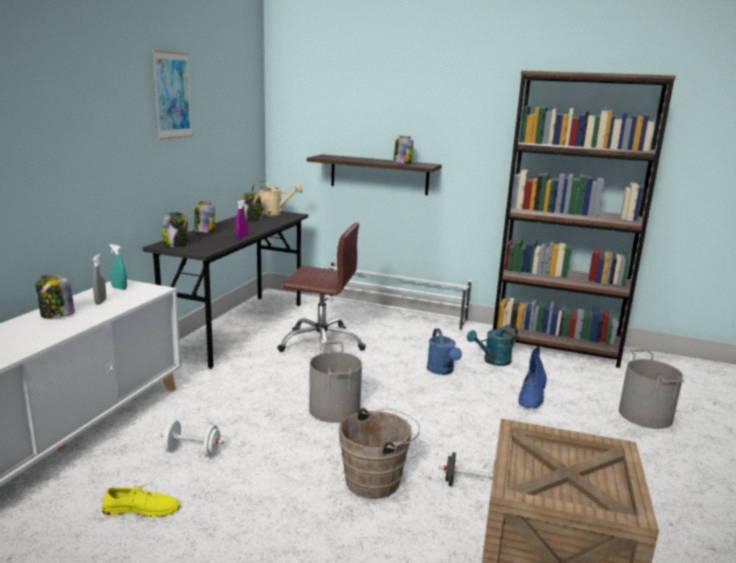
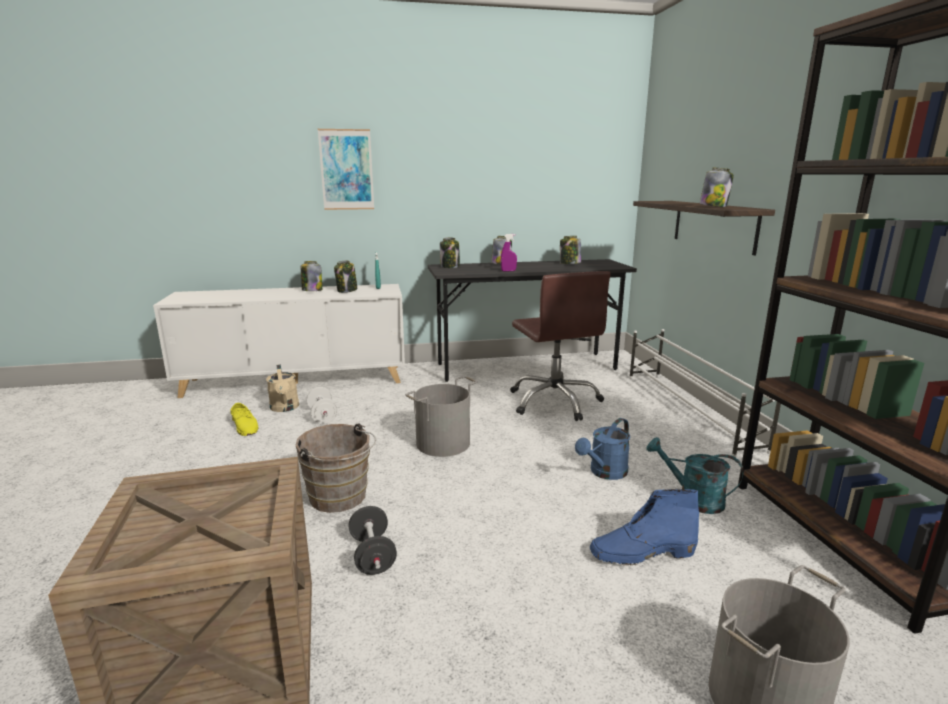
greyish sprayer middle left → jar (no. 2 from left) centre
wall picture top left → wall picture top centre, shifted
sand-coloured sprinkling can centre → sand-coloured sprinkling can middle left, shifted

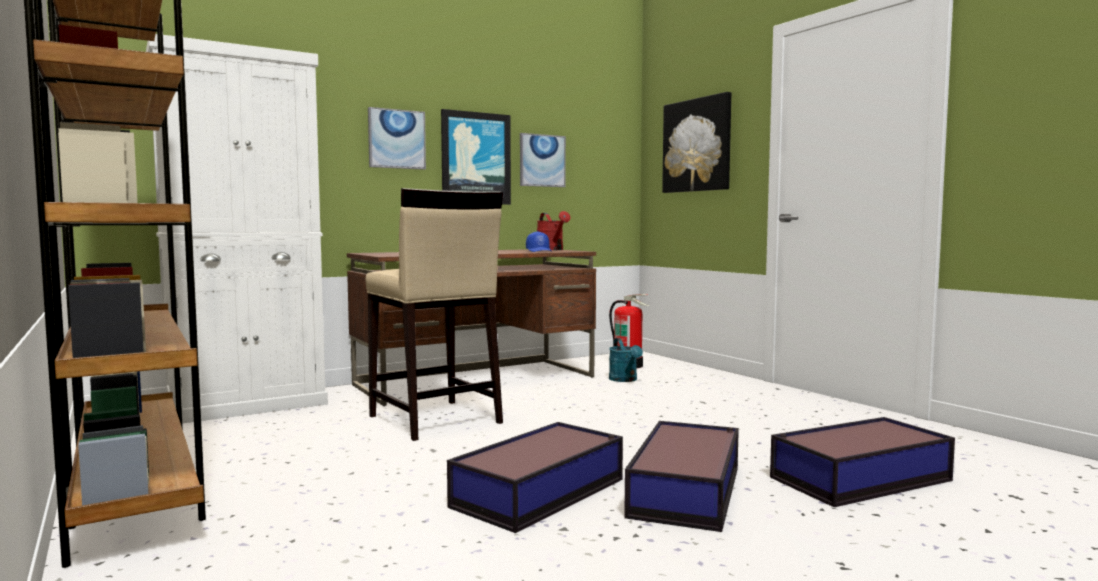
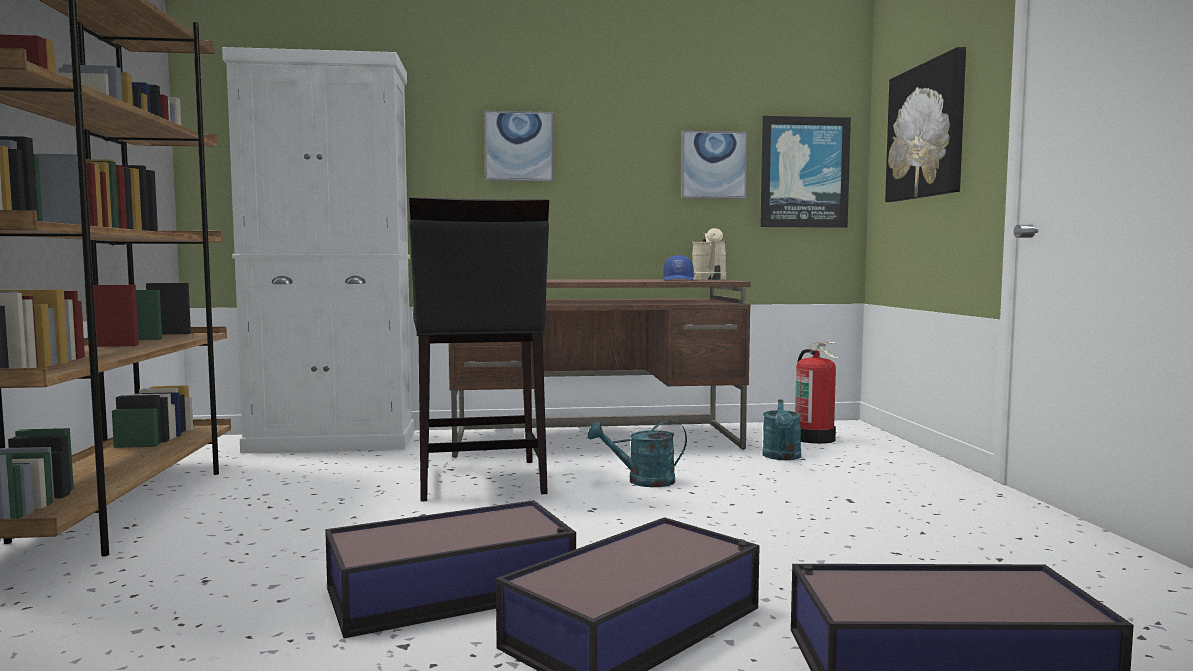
sand-coloured stool centre → blackish stool centre
wall picture (no. 2 from left in the first image) top centre → wall picture (no. 3 from left) top right, shifted
red sprinkling can centre → sand-coloured sprinkling can centre
- → turquoise sprinkling can (no. 1 from left) bottom centre

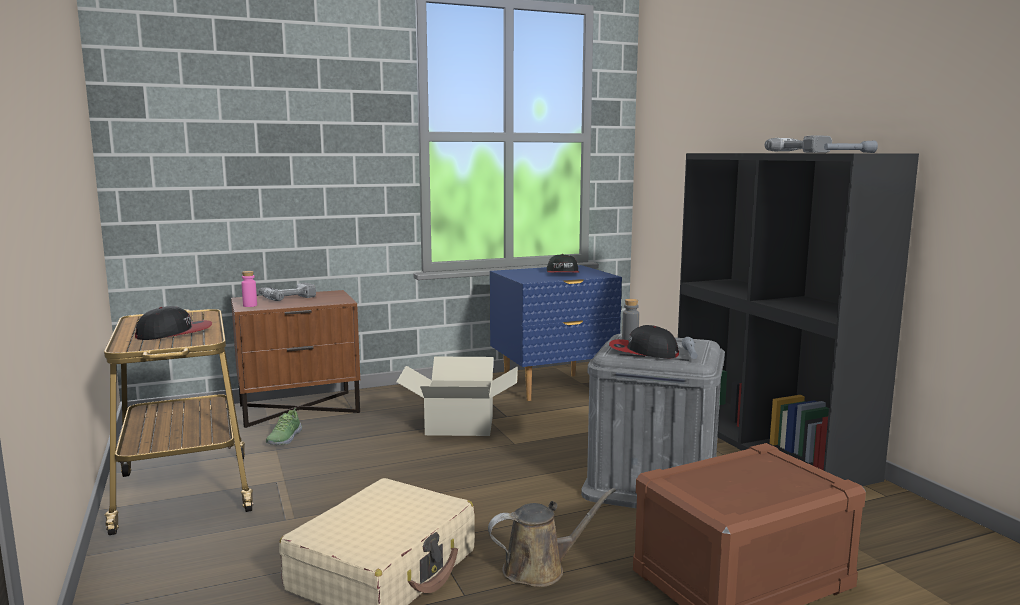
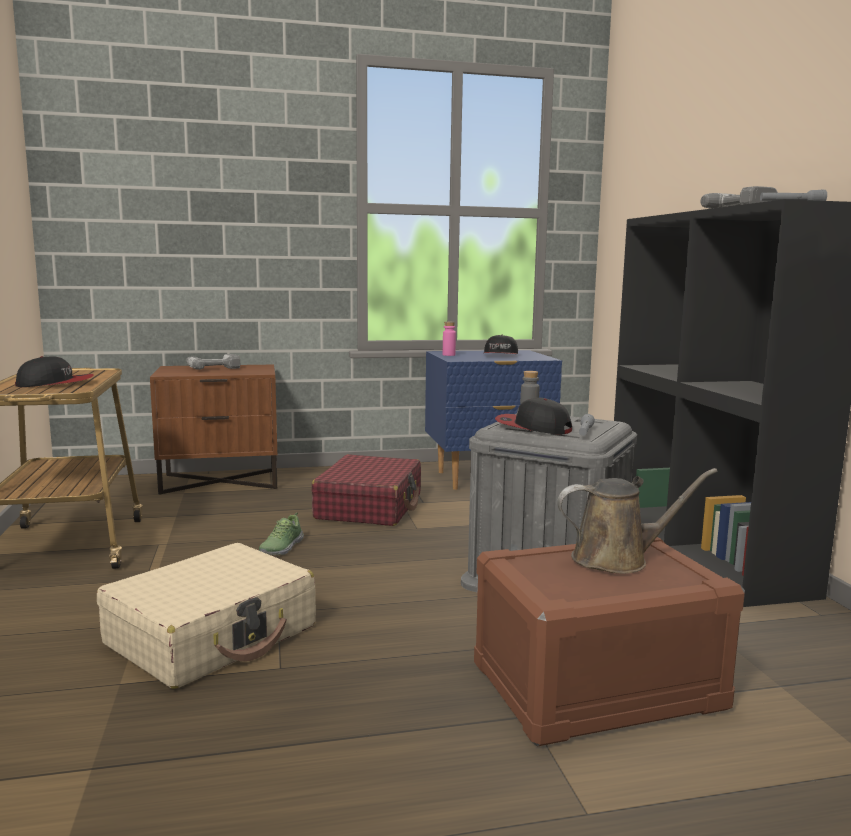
pink bottle middle left → pink bottle centre, shifted
item of footwear bottom left → item of footwear middle left, shifted
cardboard box centre → red piece of luggage centre
brownish sprinkling can bottom centre → brownish sprinkling can middle right, shifted

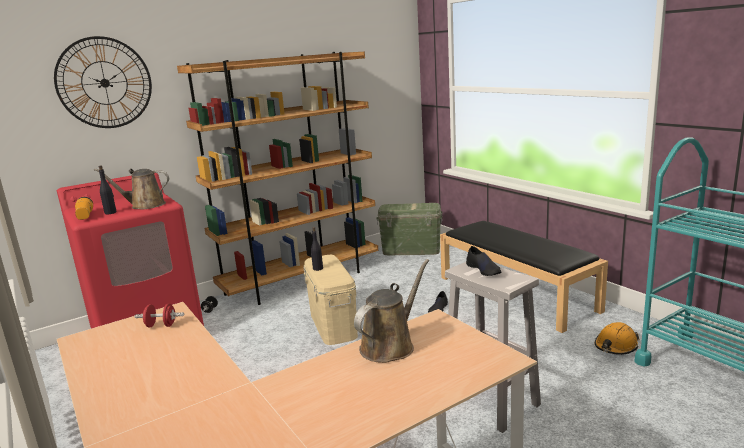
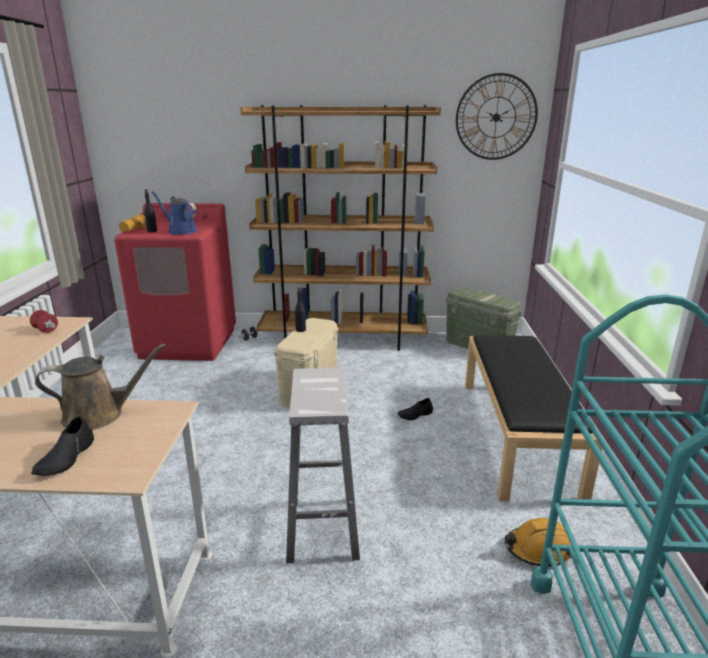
clock on the wall top left → clock on the wall top right, shifted
brownish sprinkling can (no. 1 from left) middle left → blue sprinkling can top left
blackish item of footwear (no. 2 from left in the first image) centre → blackish item of footwear (no. 1 from left) bottom left, shifted

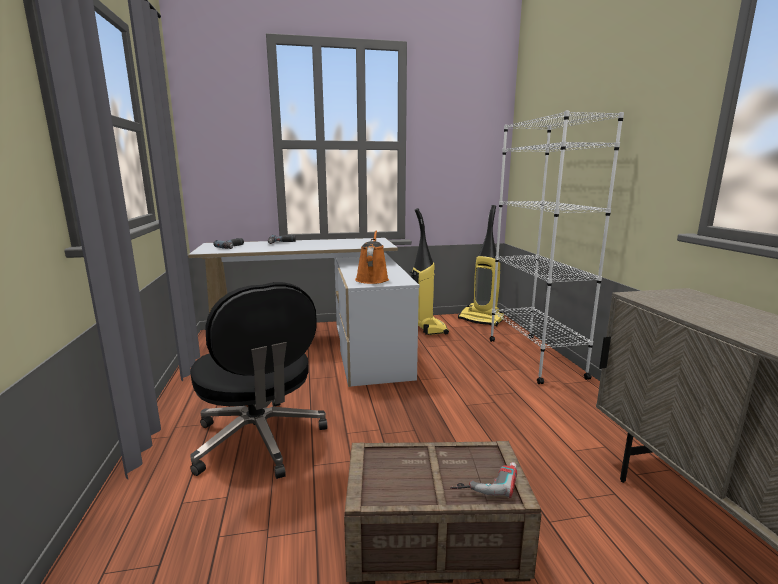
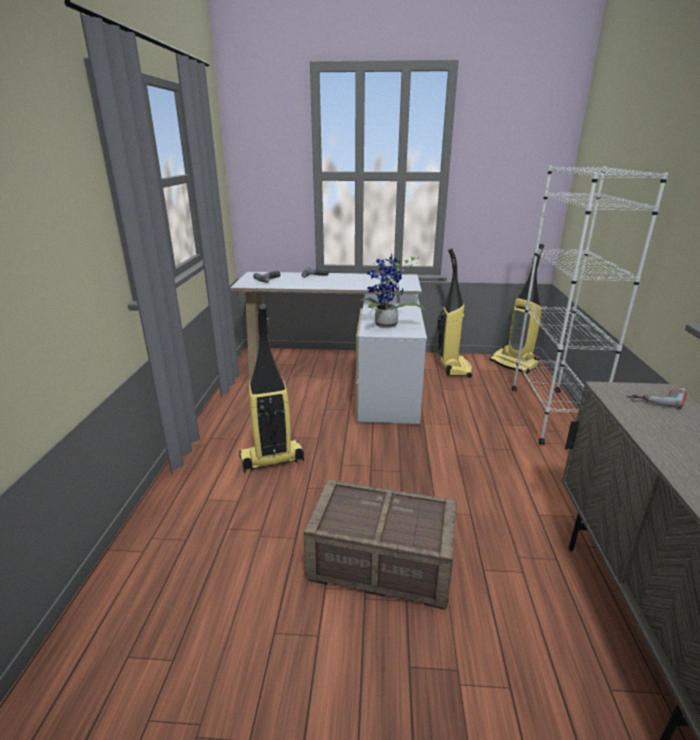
blackish office chair middle left → vacuum (no. 1 from left) centre
orange sprinkling can centre → plant in a pot centre
power drill (no. 3 from left) bottom centre → power drill (no. 3 from left) middle right, shifted

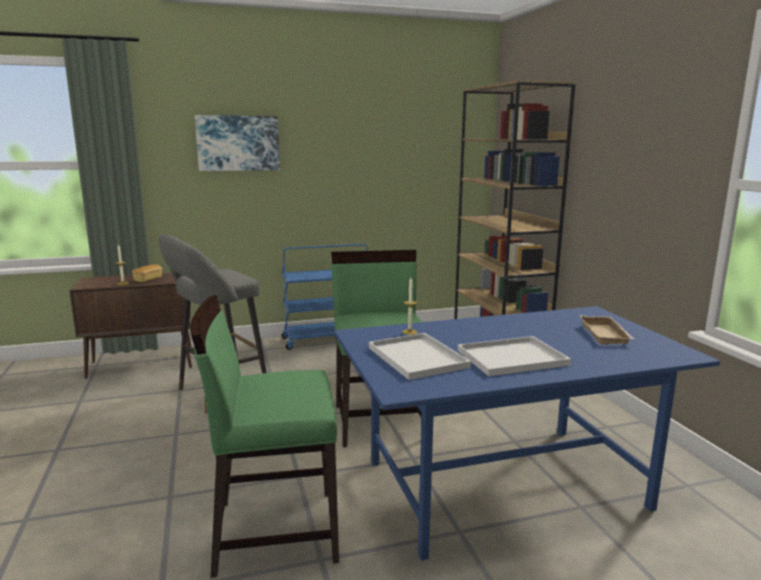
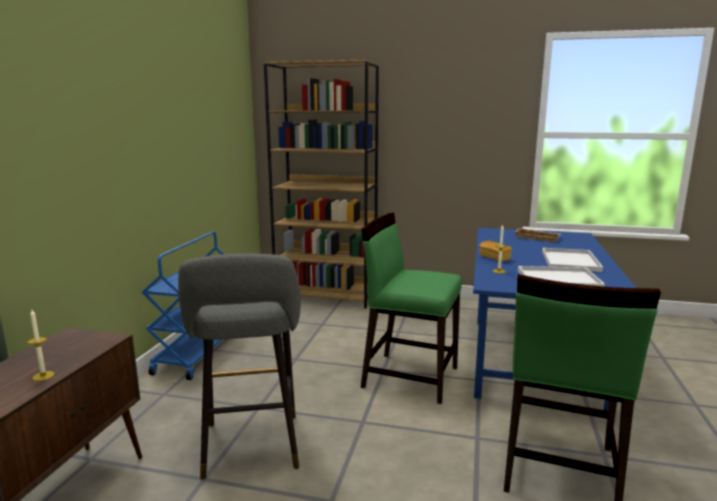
bakery bread middle left → bakery bread middle right, shifted
wall picture top left → -

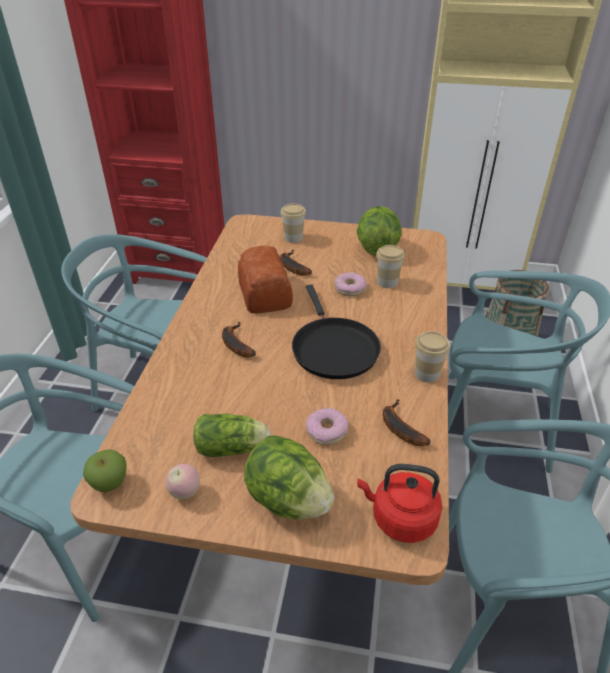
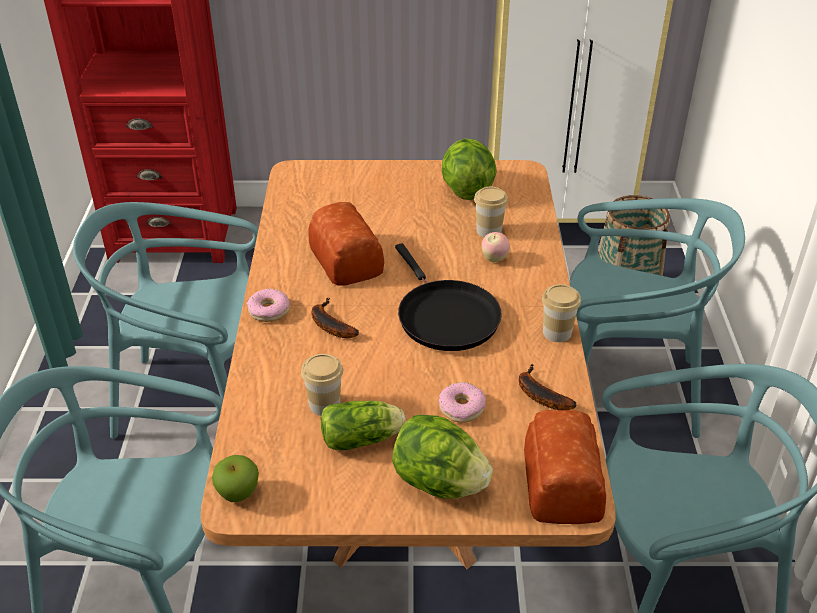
apple fruit (no. 2 from left) bottom left → apple fruit (no. 2 from left) centre, shifted
cup (no. 1 from left) top centre → cup (no. 1 from left) centre, shifted
banana fruit (no. 2 from left) centre → -
ring doughnut (no. 2 from left in the first image) centre → ring doughnut (no. 1 from left) middle left, shifted
red water kettle bottom centre → bakery bread (no. 2 from left) bottom right

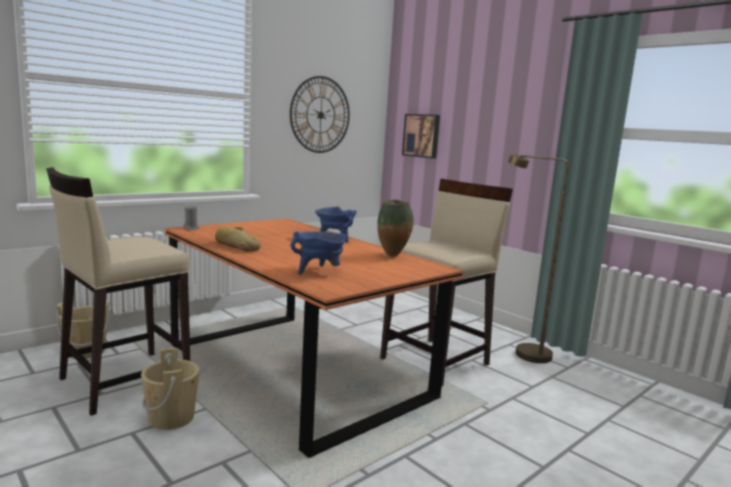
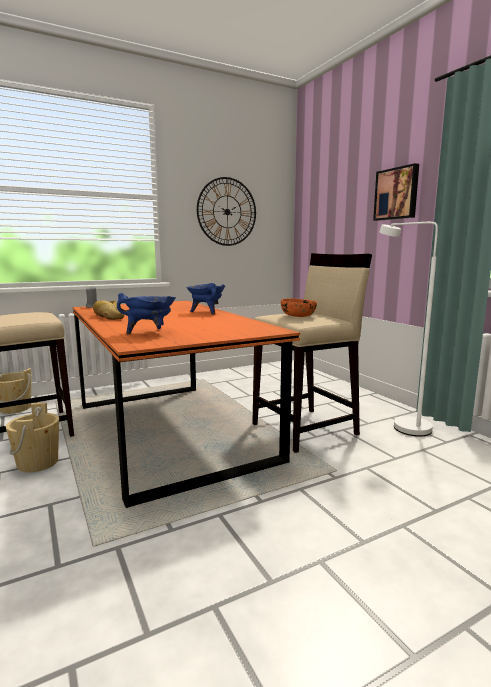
decorative vase centre → -
wall picture top centre → wall picture top right, shifted
brownish standard lamp middle right → white-coloured standard lamp middle right
- → orange serving bowl centre

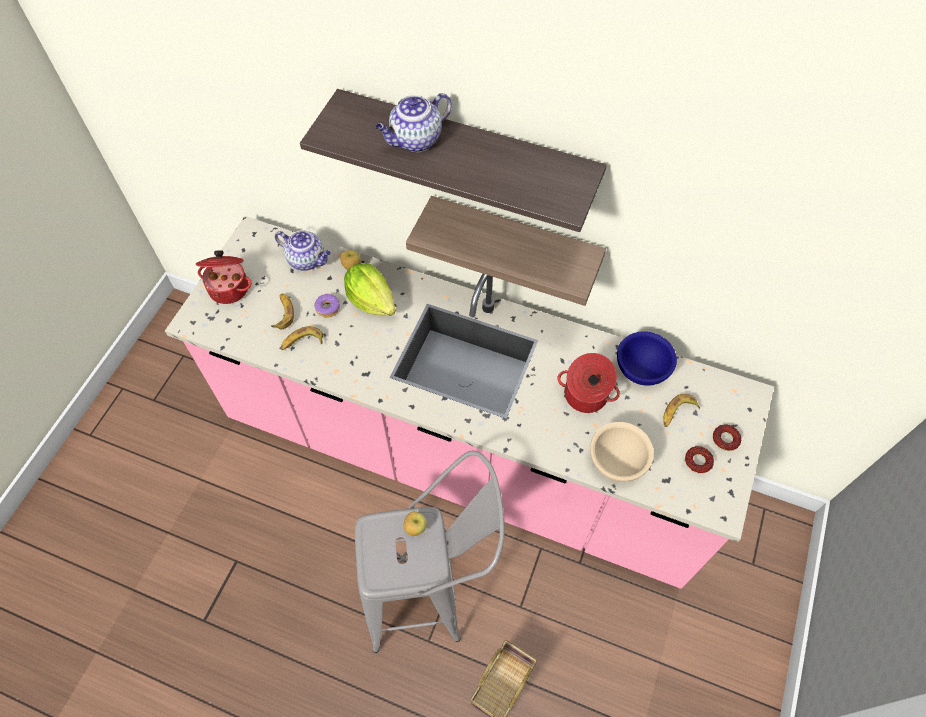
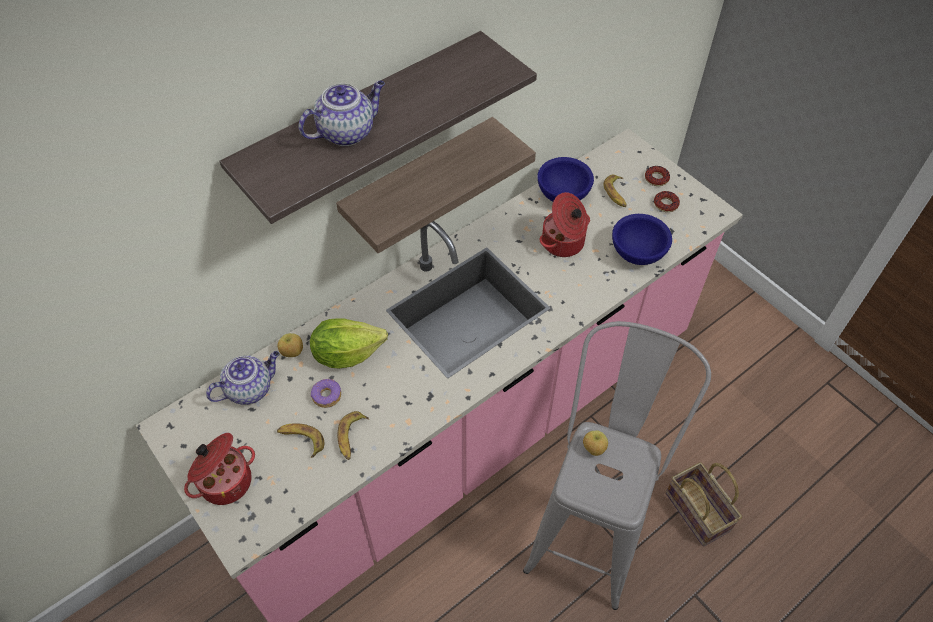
teapot (no. 2 from left) top centre, 120 degrees counterclockwise
sand-coloured serving bowl middle right → blue serving bowl (no. 2 from left) middle right

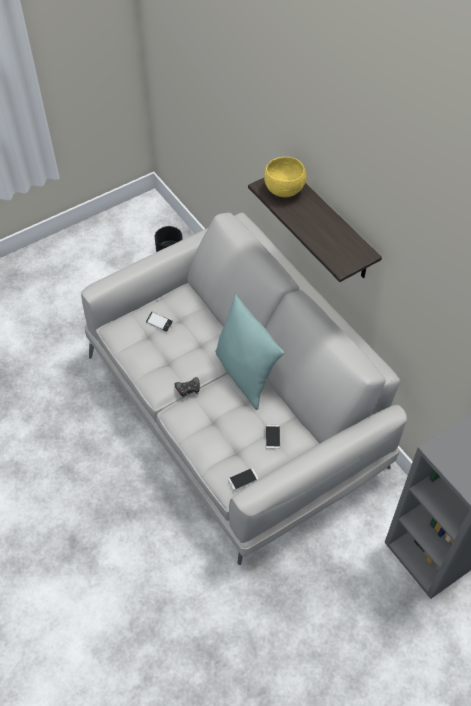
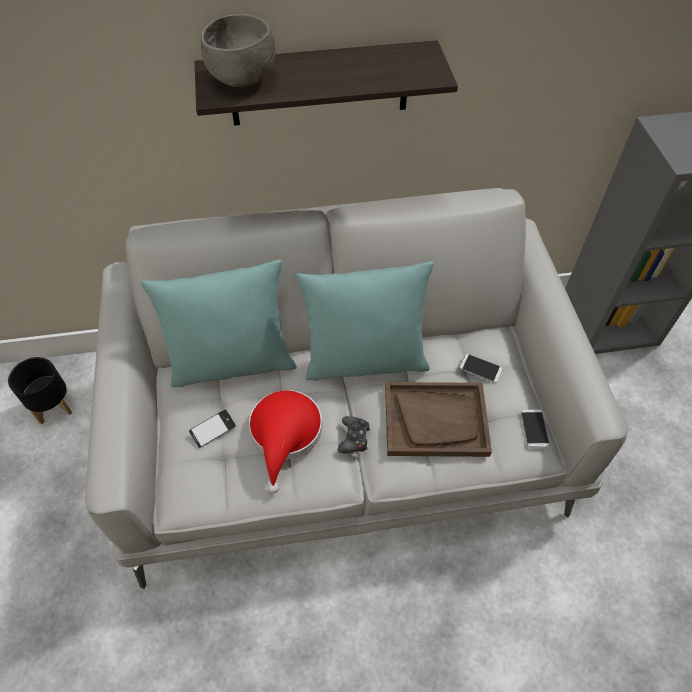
yellow serving bowl top centre → greyish serving bowl top centre
- → turquoise pillow (no. 1 from left) middle left
- → red wearable hat centre
- → brownish carrying tray centre

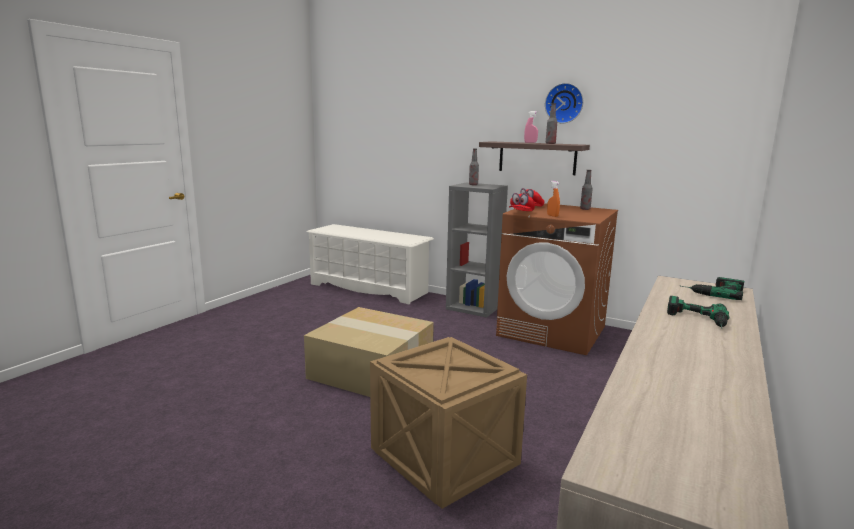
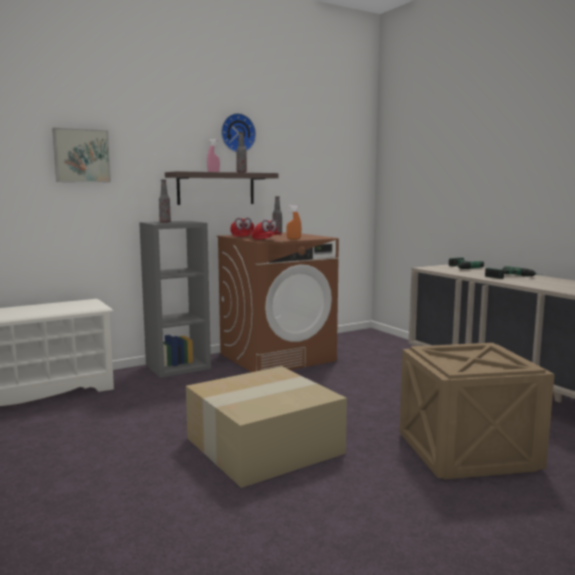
- → wall picture top left

